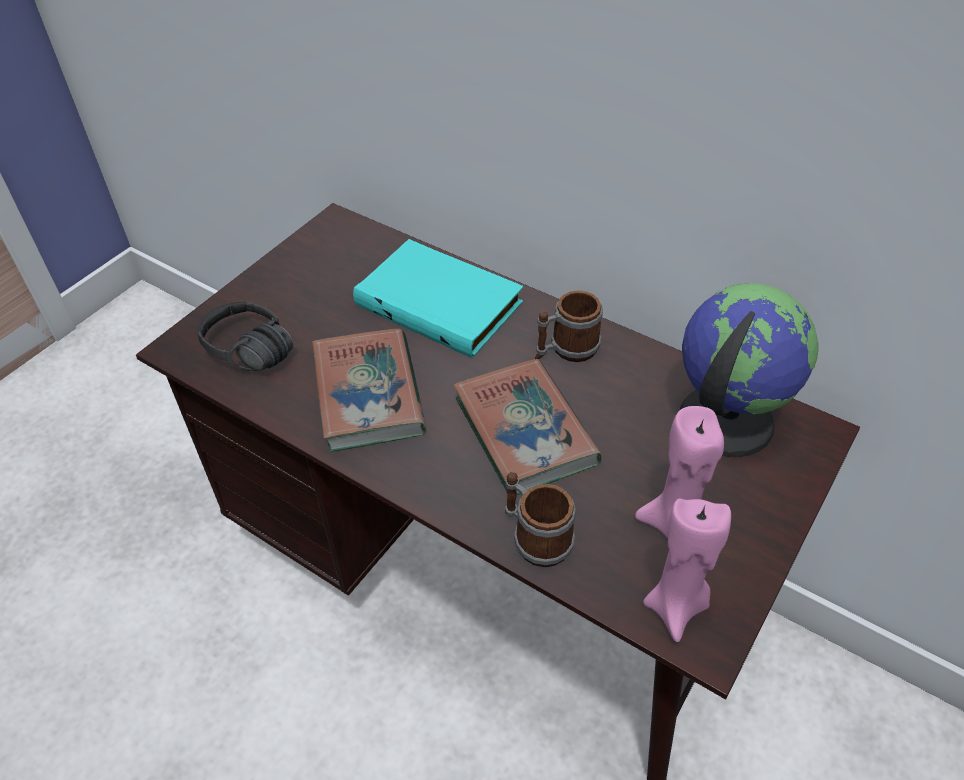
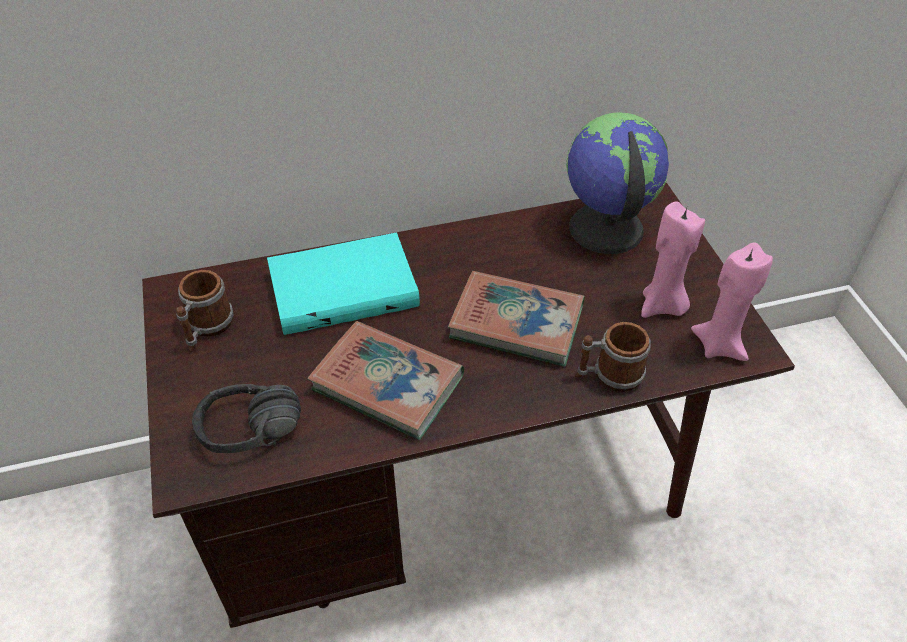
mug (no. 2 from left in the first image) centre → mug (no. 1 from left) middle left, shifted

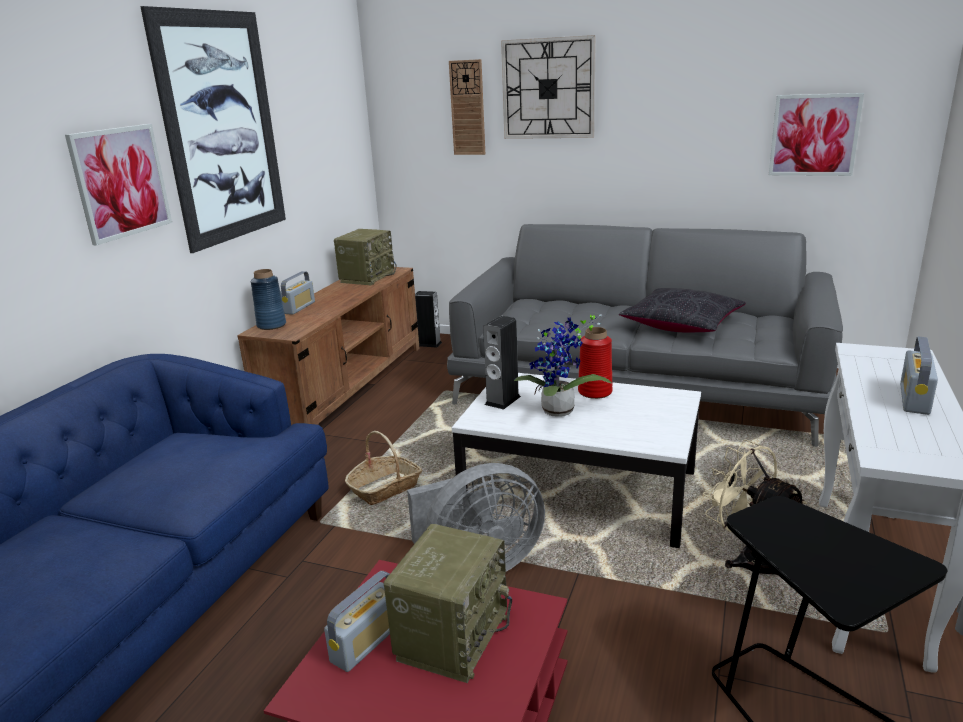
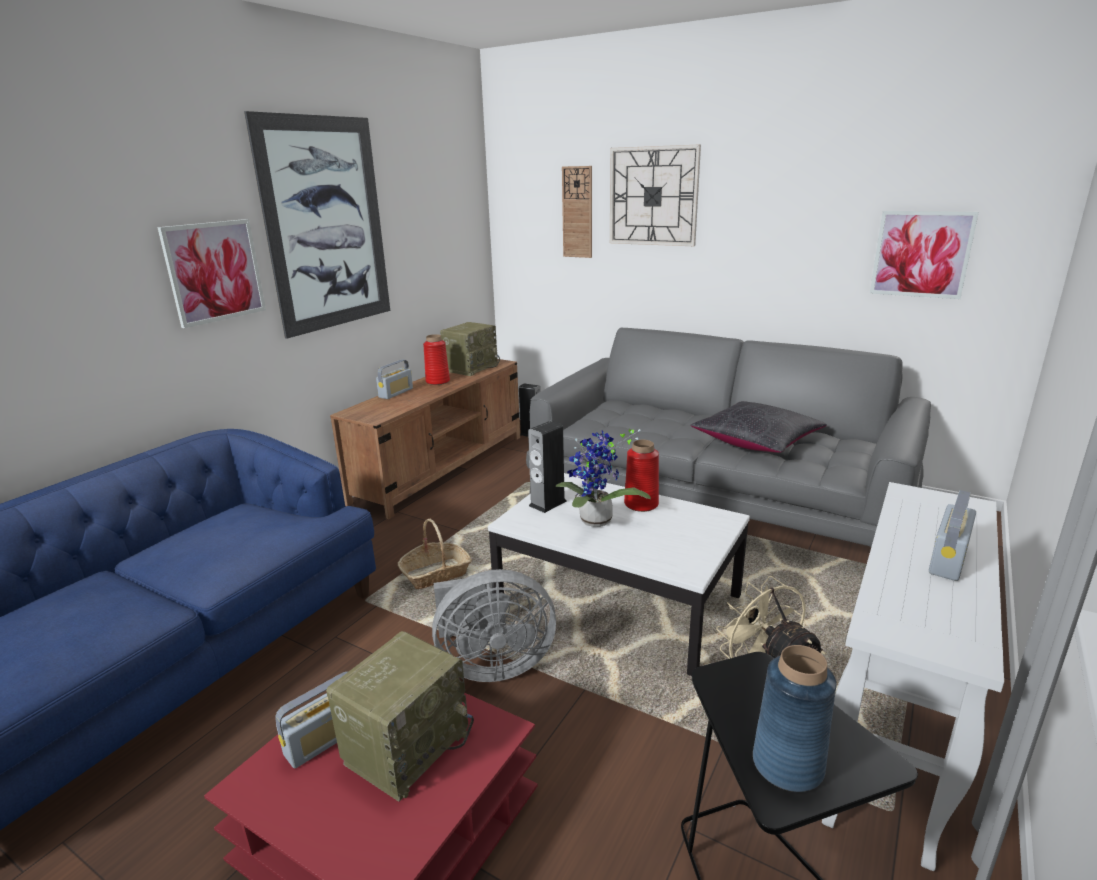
blue decorative vase middle left → blue decorative vase bottom right, shifted
- → red decorative vase (no. 1 from left) centre

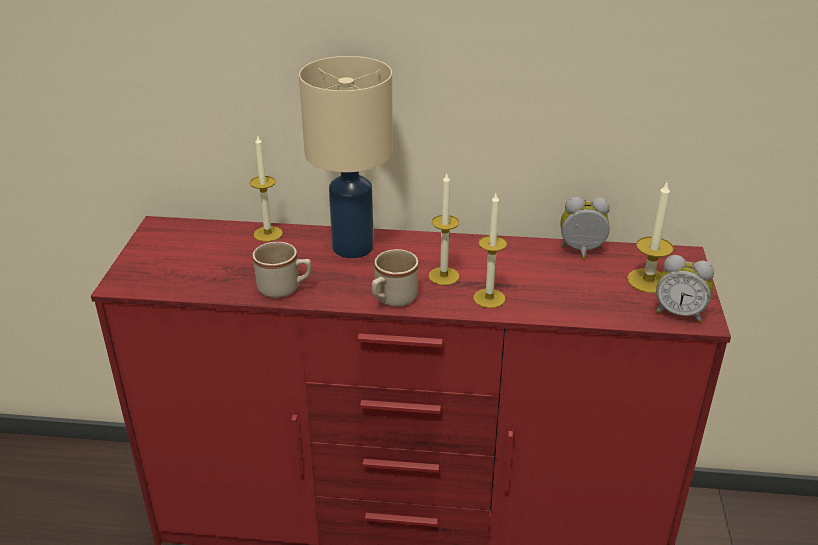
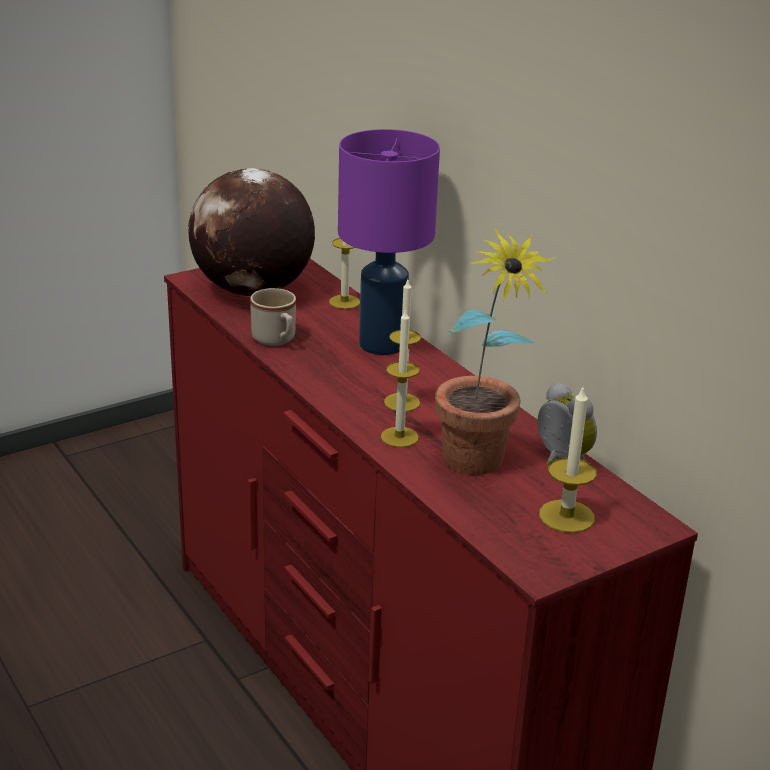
sand-coloured table lamp top centre → purple table lamp top centre
sand-coloured mug (no. 2 from left) centre → -
table clock (no. 2 from left) middle right → -
- → desk globe top left
- → plant in a pot centre

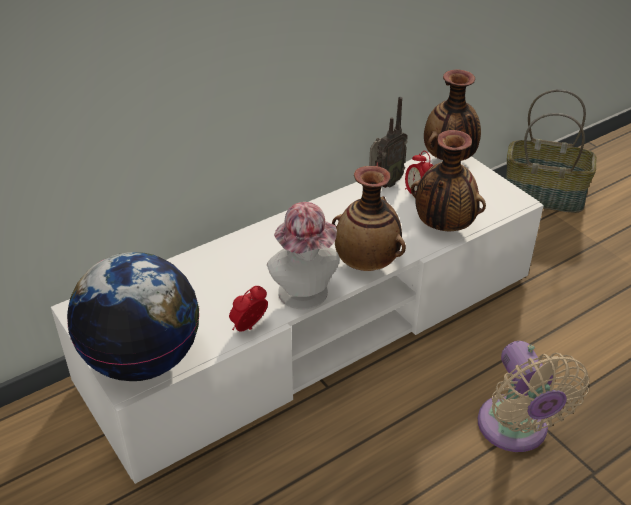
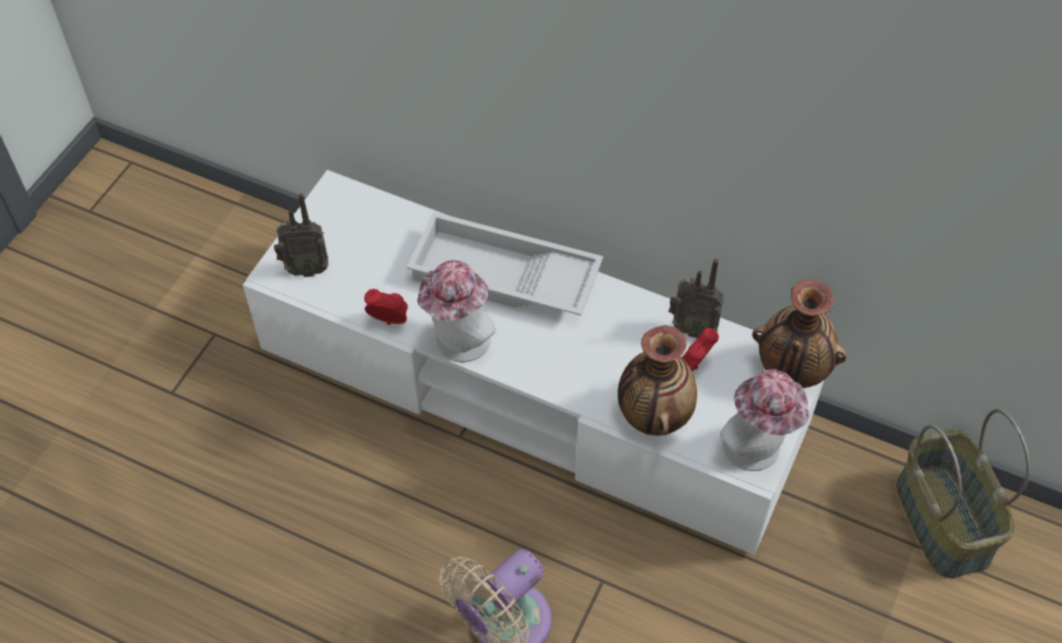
desk globe middle left → radio (no. 1 from left) middle left
decorative vase (no. 1 from left) centre → -
- → white-coloured carrying tray centre
- → wearable hat (no. 2 from left) middle right

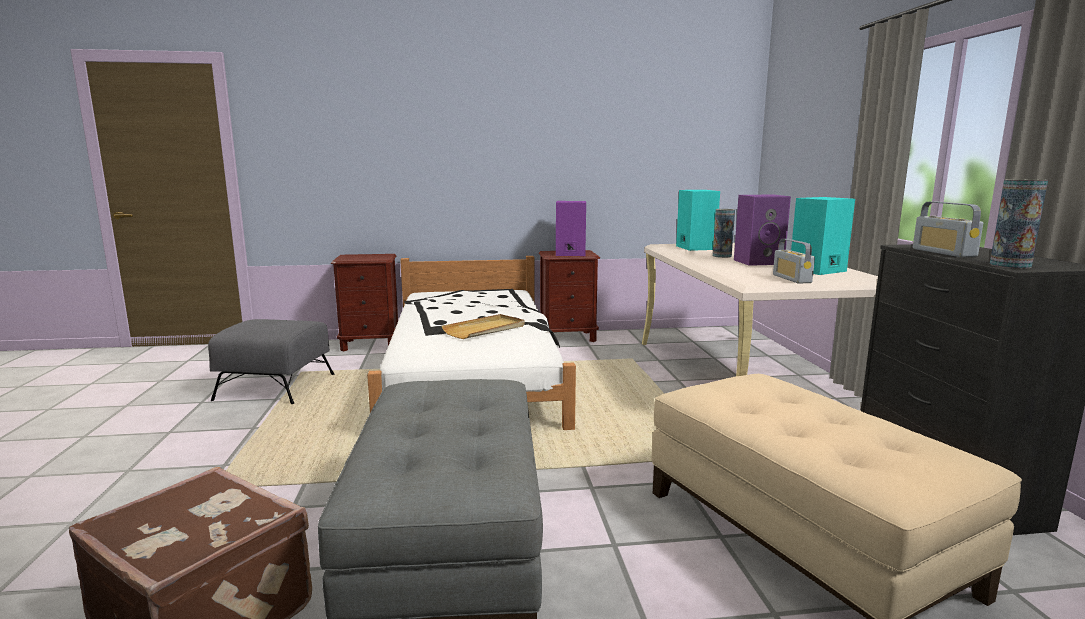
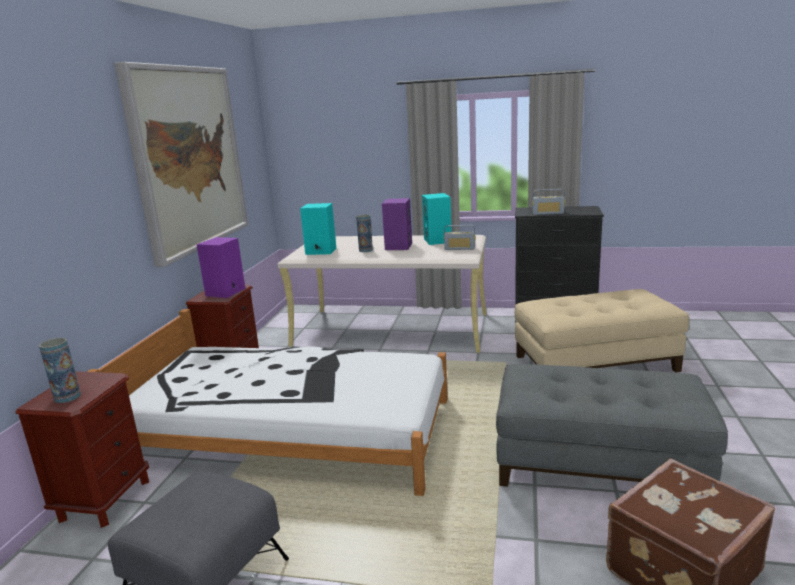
sand-coloured carrying tray centre → -
decorative vase (no. 2 from left in the first image) middle right → decorative vase (no. 1 from left) middle left, shifted
- → wall picture top left

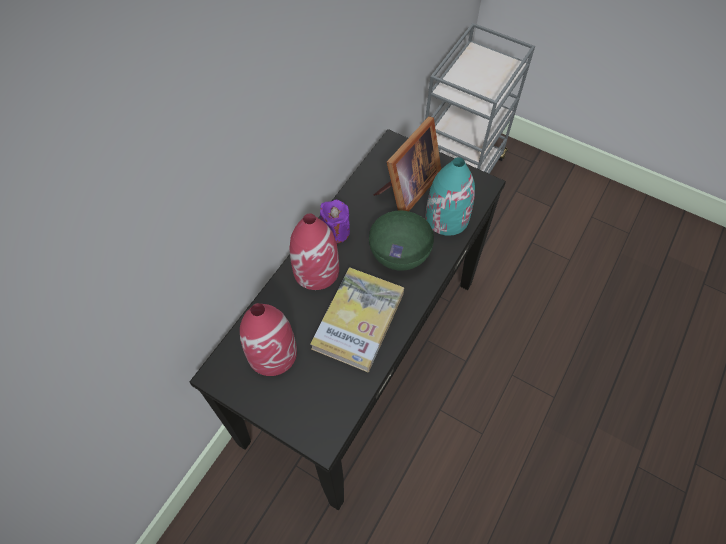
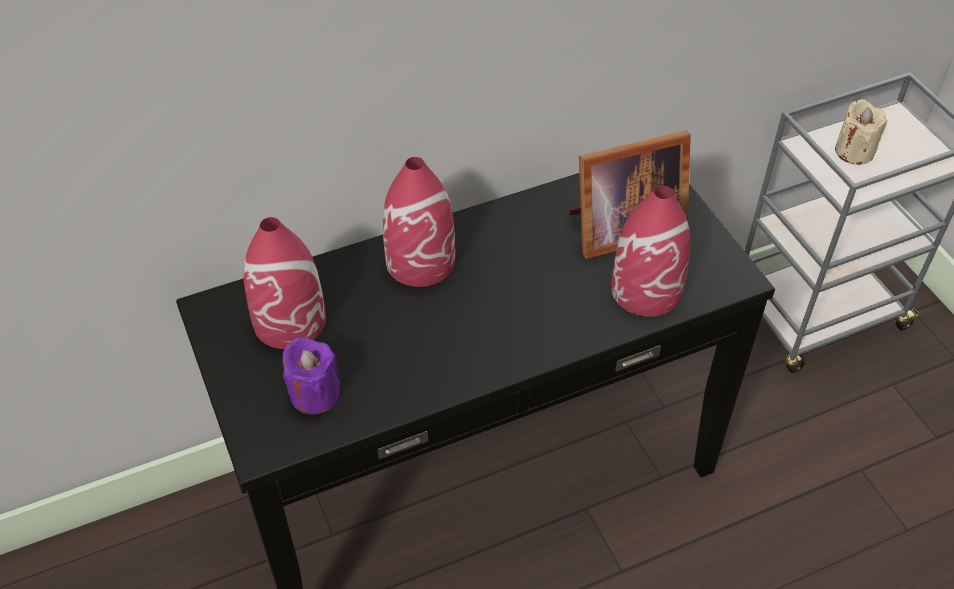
volume centre → -
purple wax candle centre → purple wax candle middle left, shifted
green serving bowl centre → -
turquoise decorative vase centre → red decorative vase (no. 3 from left) middle right
- → sand-coloured wax candle top right

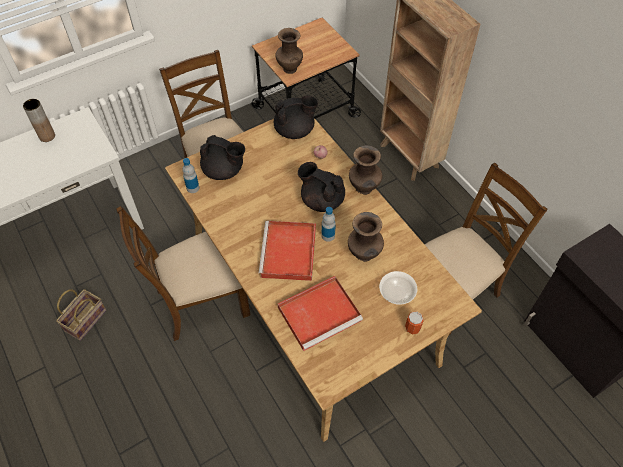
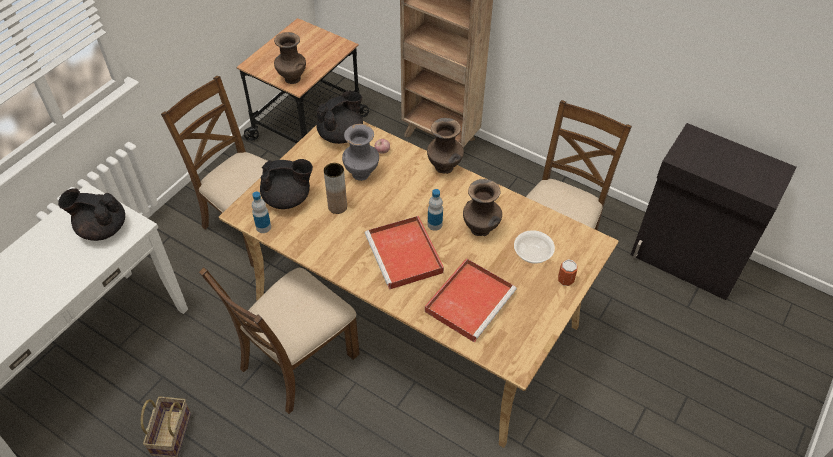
brownish decorative vase (no. 1 from left in the first image) top left → brownish decorative vase (no. 2 from left) centre, shifted
blackish teapot (no. 3 from left in the first image) centre → blackish teapot (no. 1 from left) middle left, shifted
- → greyish decorative vase top centre

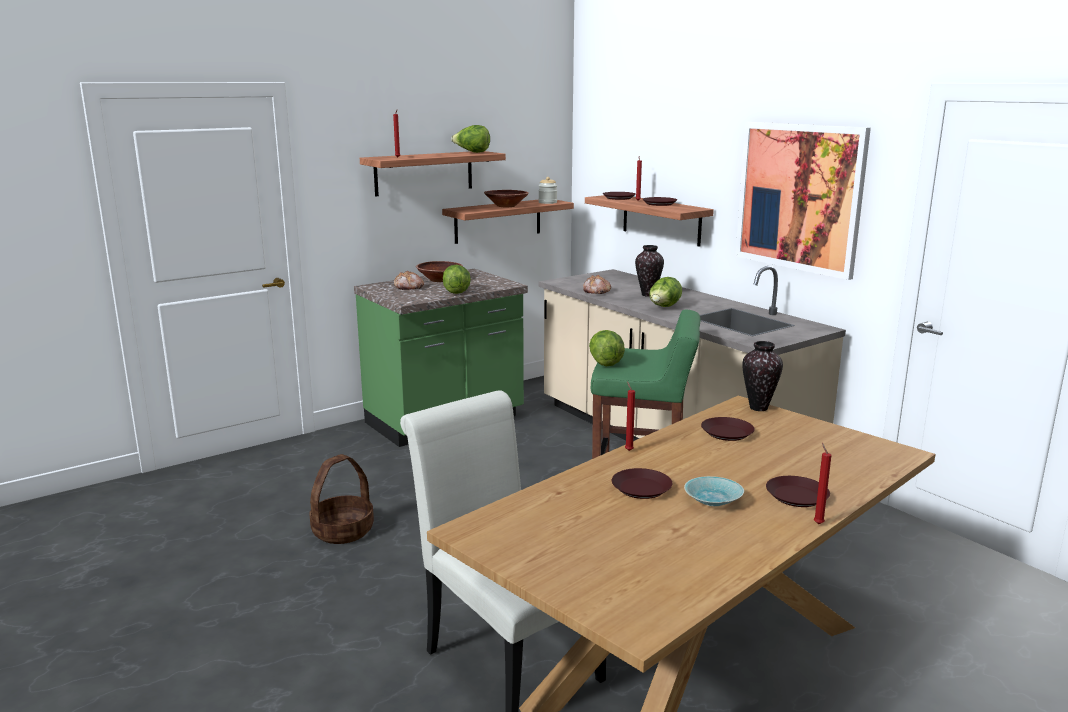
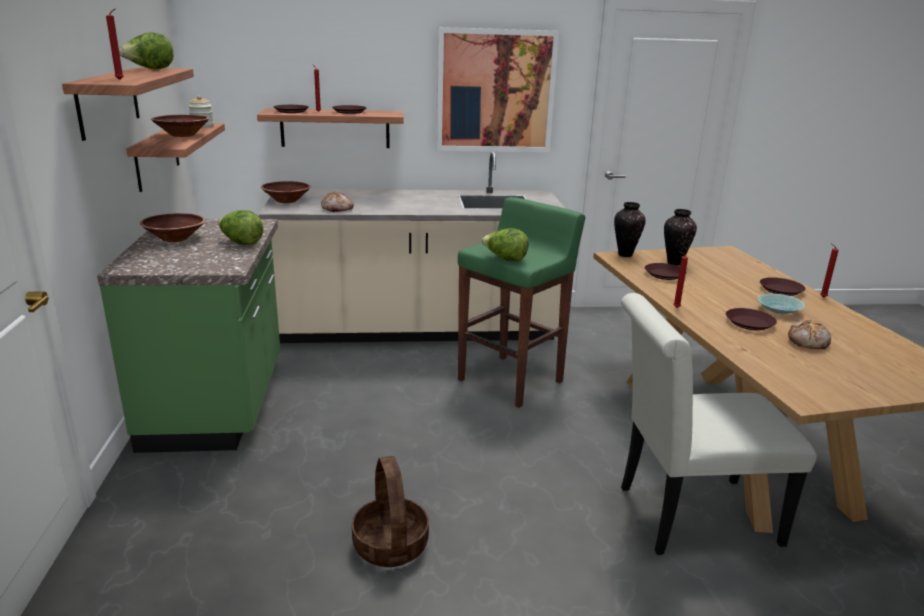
bakery bread (no. 1 from left in the first image) centre → bakery bread (no. 2 from left) middle right, shifted
decorative vase (no. 1 from left in the first image) centre → decorative vase (no. 2 from left) middle right, shifted
head of lettuce (no. 4 from left) centre → -
- → brownish serving bowl (no. 3 from left) top left

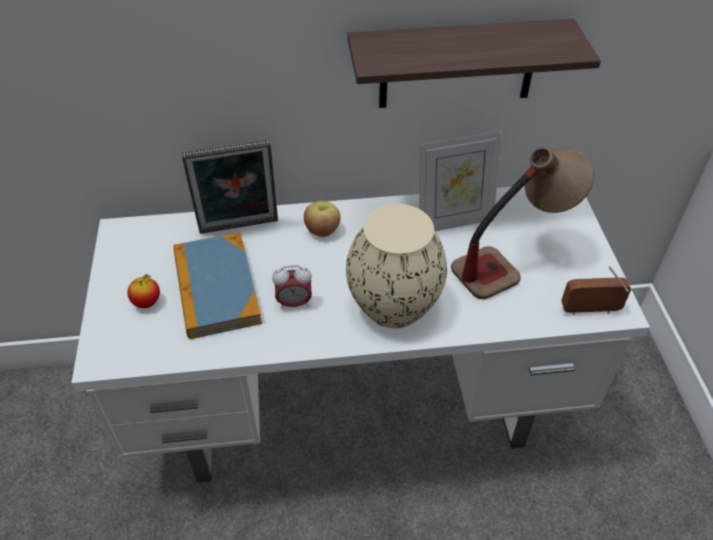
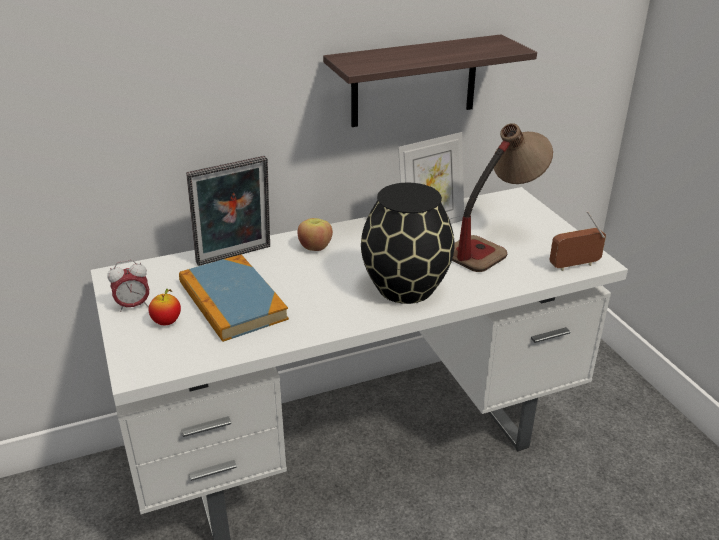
table clock centre → table clock middle left, shifted
sand-coloured decorative vase centre → blackish decorative vase centre

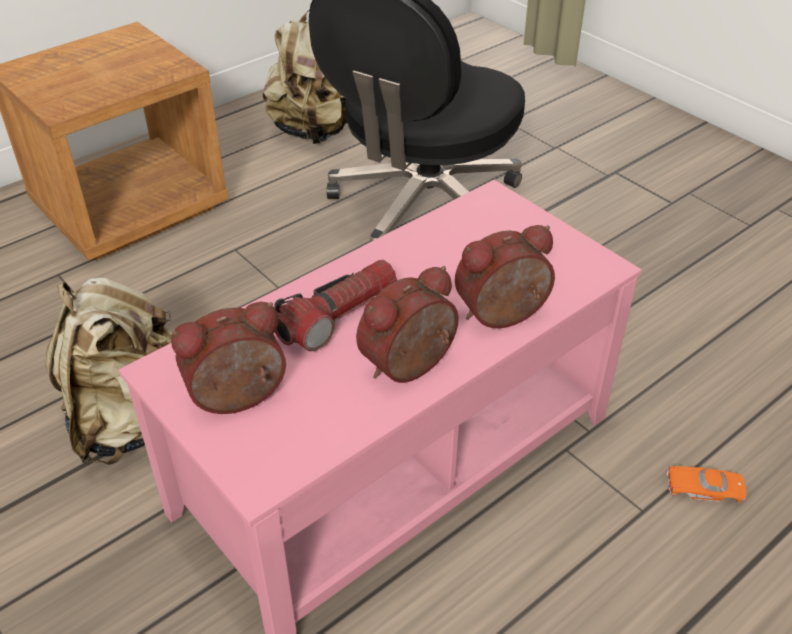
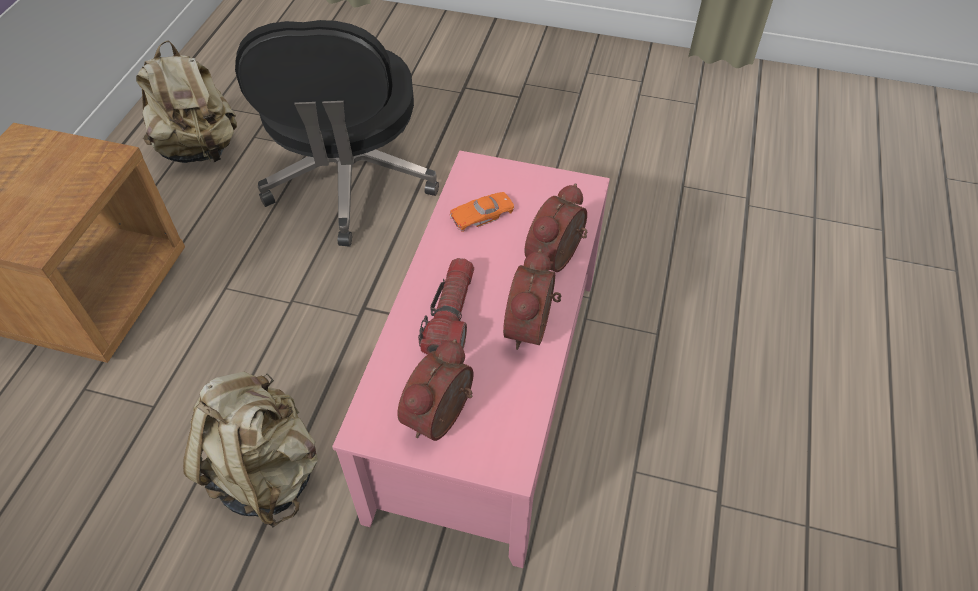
orange model car bottom right → orange model car centre, shifted

